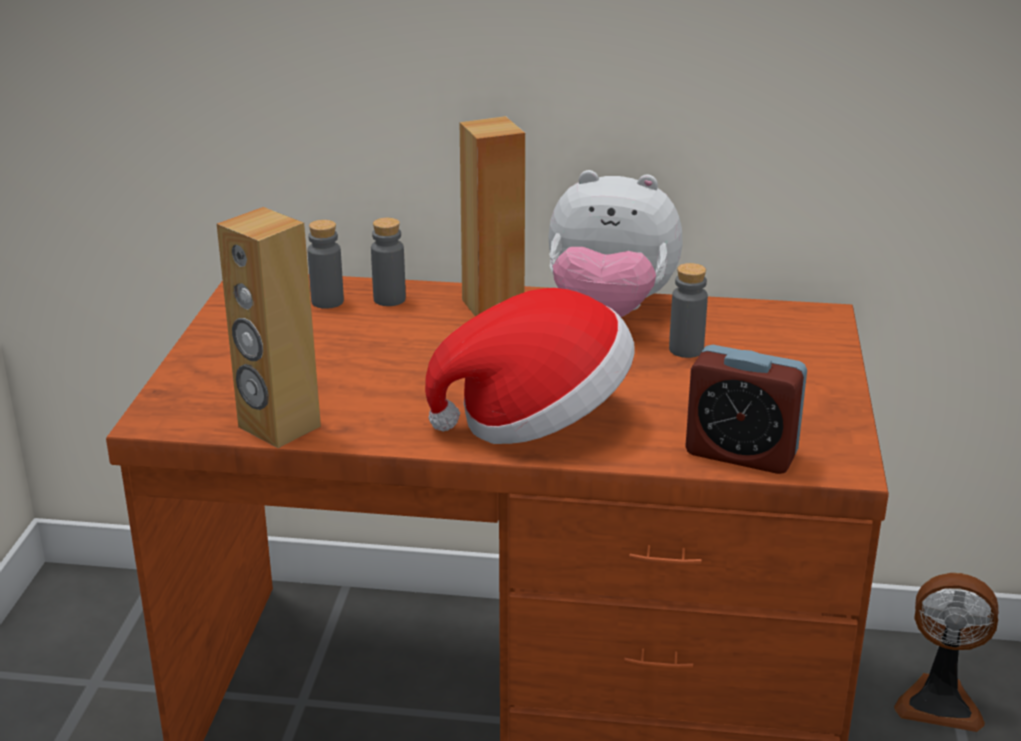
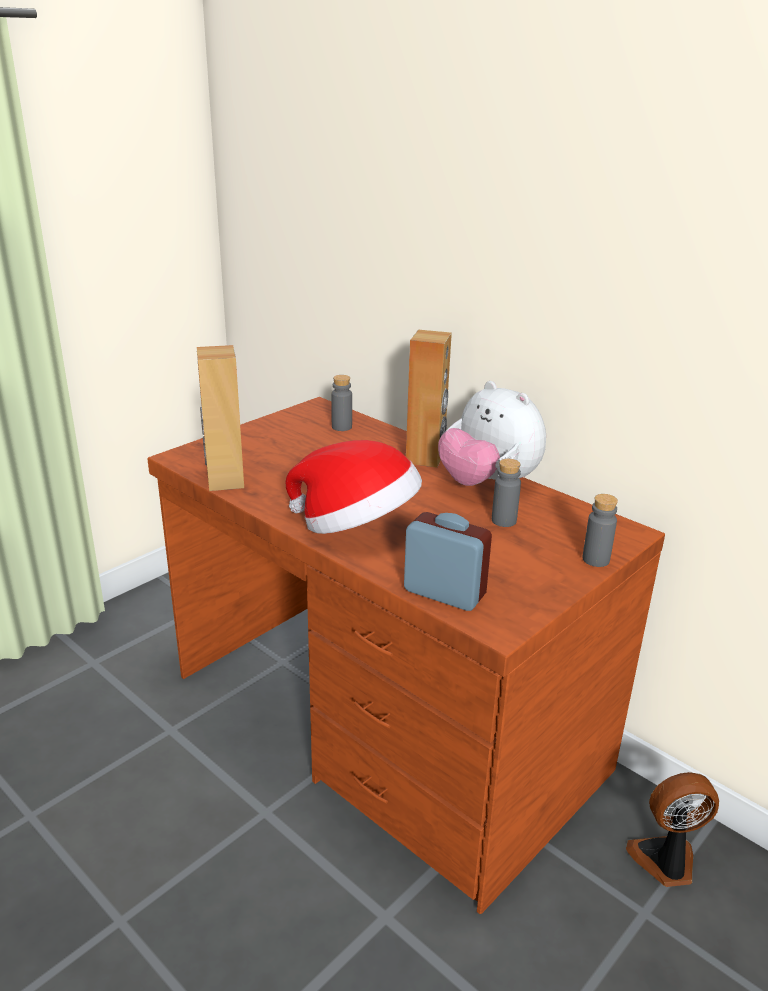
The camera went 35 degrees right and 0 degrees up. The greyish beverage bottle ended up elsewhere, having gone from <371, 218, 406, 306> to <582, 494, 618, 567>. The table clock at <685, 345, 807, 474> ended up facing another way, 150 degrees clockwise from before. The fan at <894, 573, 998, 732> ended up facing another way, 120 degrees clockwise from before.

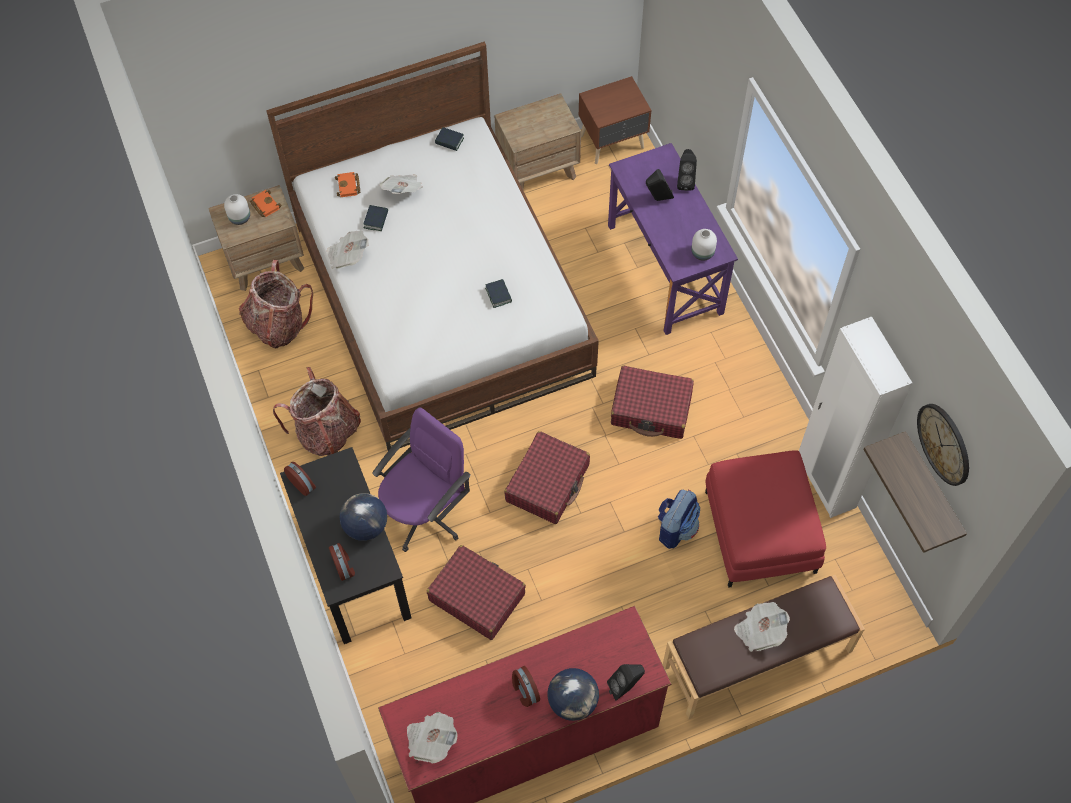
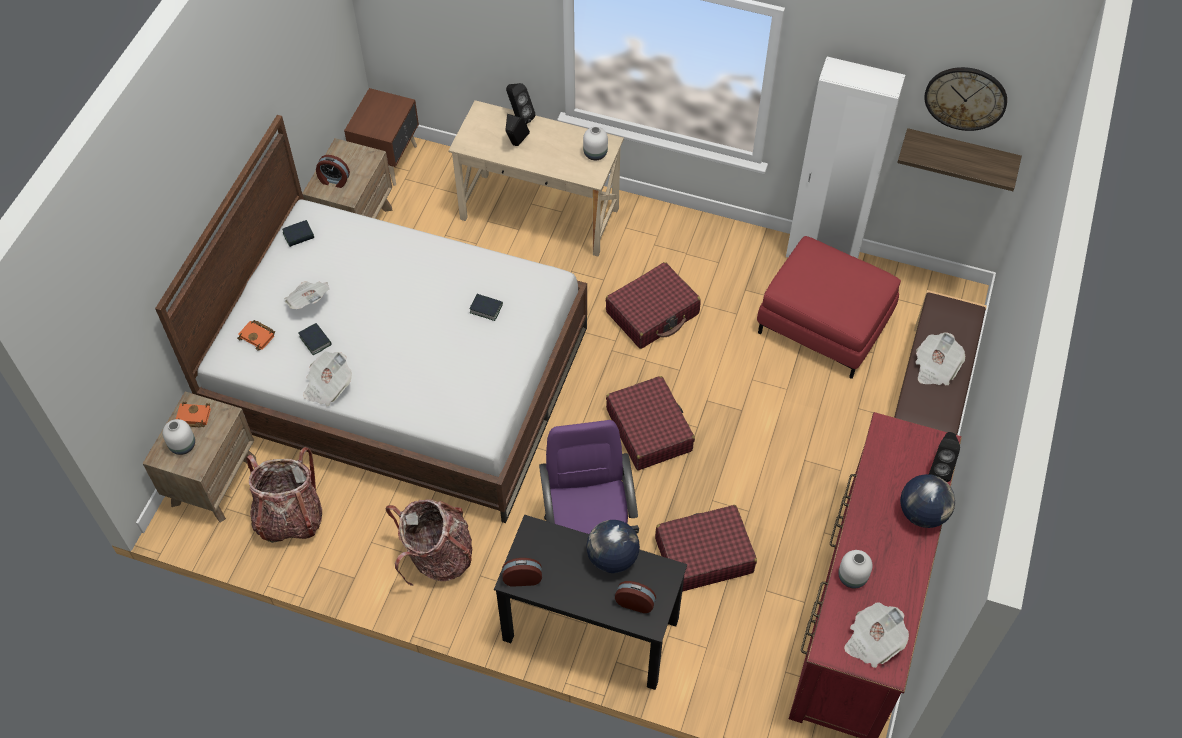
The camera went 50 degrees left and 5 degrees down. The table clock ended up elsewhere, having gone from <512, 666, 540, 707> to <316, 155, 350, 188>. What was the purple-coloured desk table at <608, 143, 738, 335> turned into the sand-coloured desk table at <448, 100, 624, 256>. The second view lost the backpack at <658, 490, 700, 549>. The second view gained the white-coloured vase at <838, 550, 872, 589>.

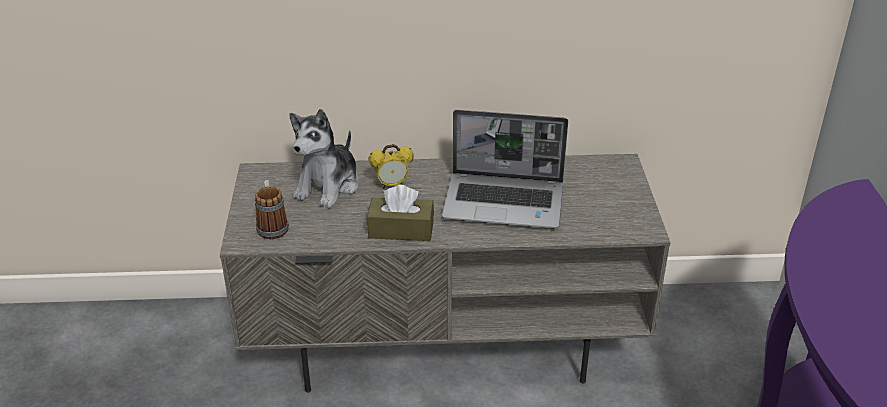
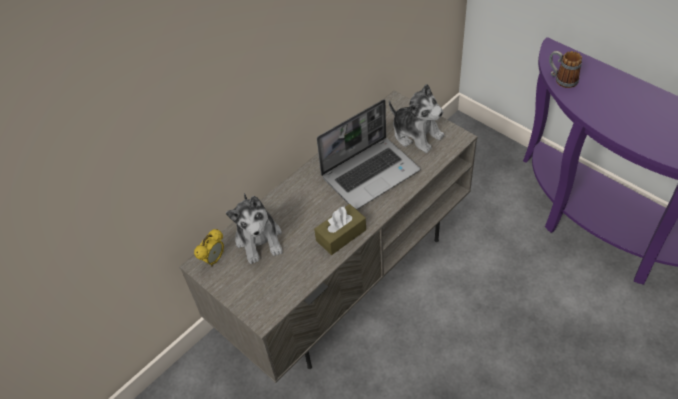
The camera went 40 degrees left and 15 degrees up. The mug ended up elsewhere, having gone from <255, 180, 289, 239> to <549, 51, 582, 88>. The table clock ended up elsewhere, having gone from <368, 144, 414, 189> to <194, 229, 224, 267>. The second view gained the soft toy at <389, 84, 445, 153>.

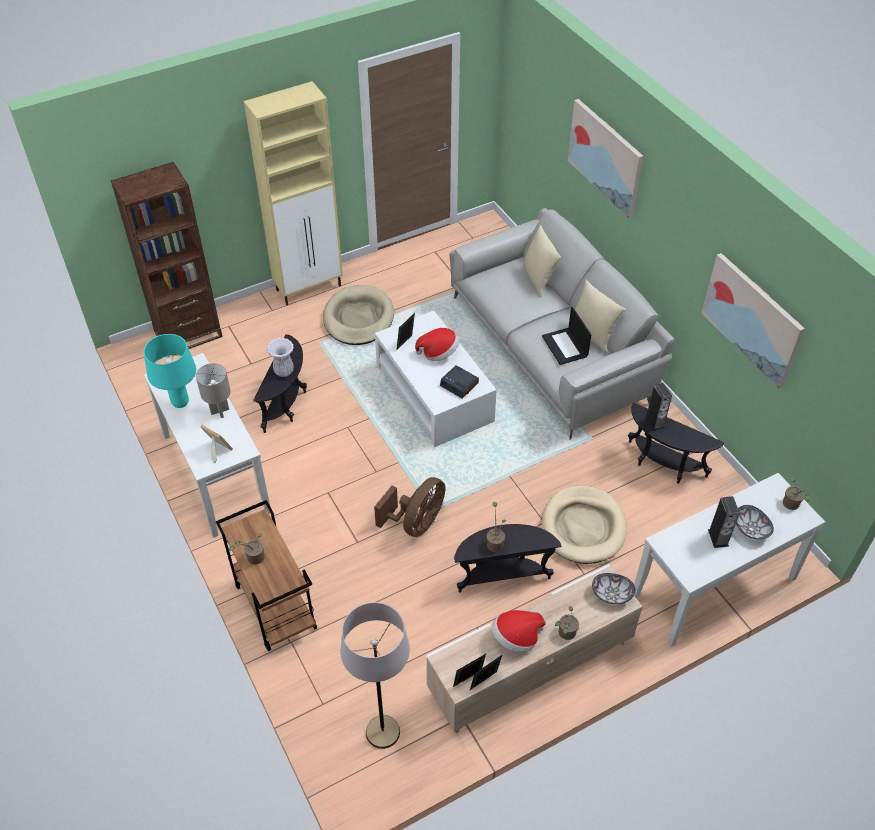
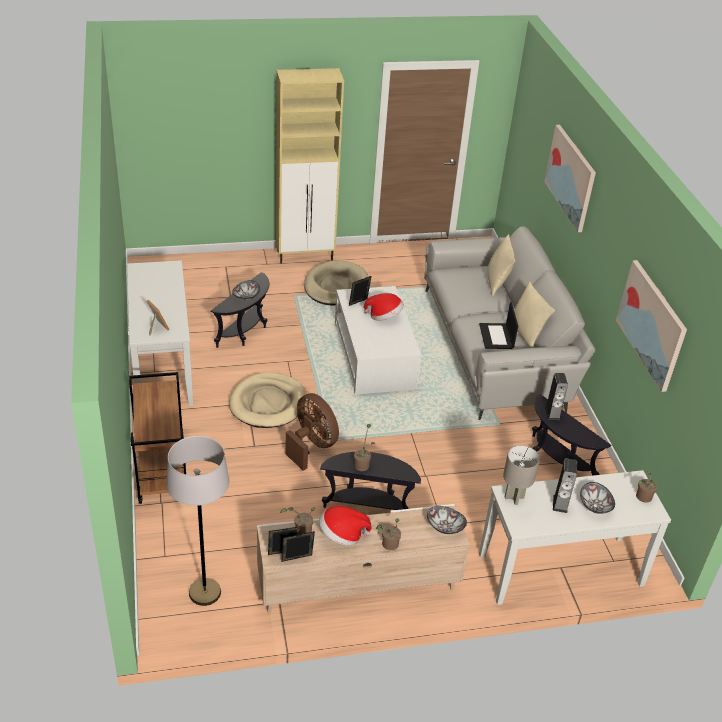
The camera went 15 degrees right and 10 degrees down. The second view lost the brown-coloured bookshelf at <111, 162, 222, 357>. The second view lost the turquoise-coloured tabletop lamp at <144, 334, 196, 408>. The greyish tabletop lamp ended up elsewhere, having gone from <196, 363, 231, 418> to <503, 445, 540, 505>. The potted plant ended up elsewhere, having gone from <229, 533, 265, 565> to <280, 507, 316, 534>. Where the white-coloured vase stood at <267, 338, 294, 377>, the deep dish came to stand at <232, 280, 260, 301>. The brown-coloured fan at <374, 477, 445, 537> ended up facing another way, 90 degrees counterclockwise from before. The second view lost the table clock at <440, 365, 479, 399>. The sand-coloured dog bed ended up elsewhere, having gone from <542, 486, 627, 564> to <229, 372, 306, 428>.

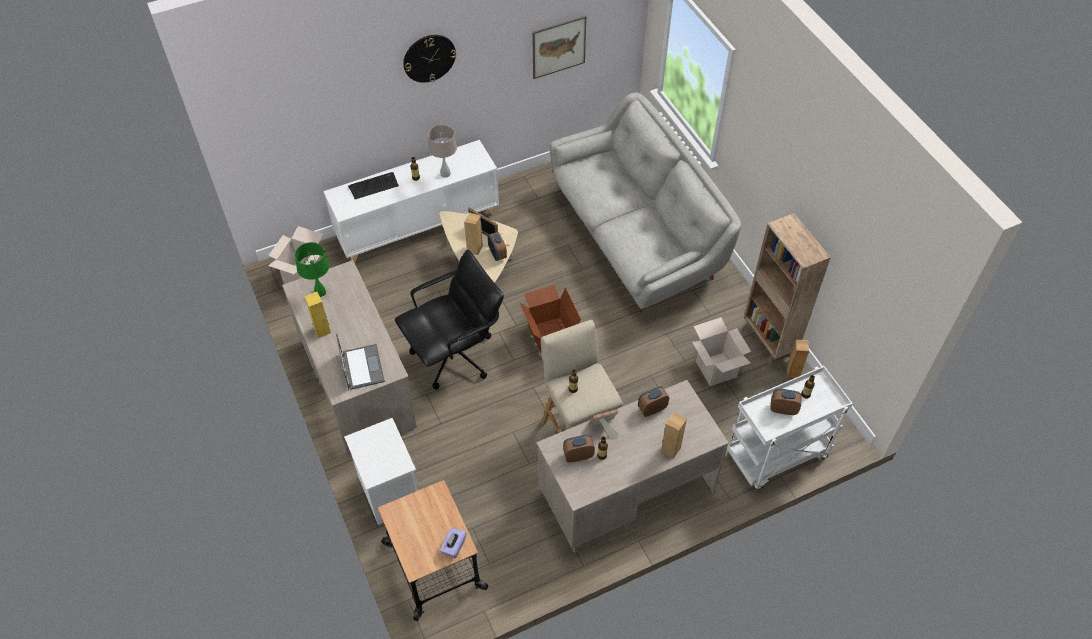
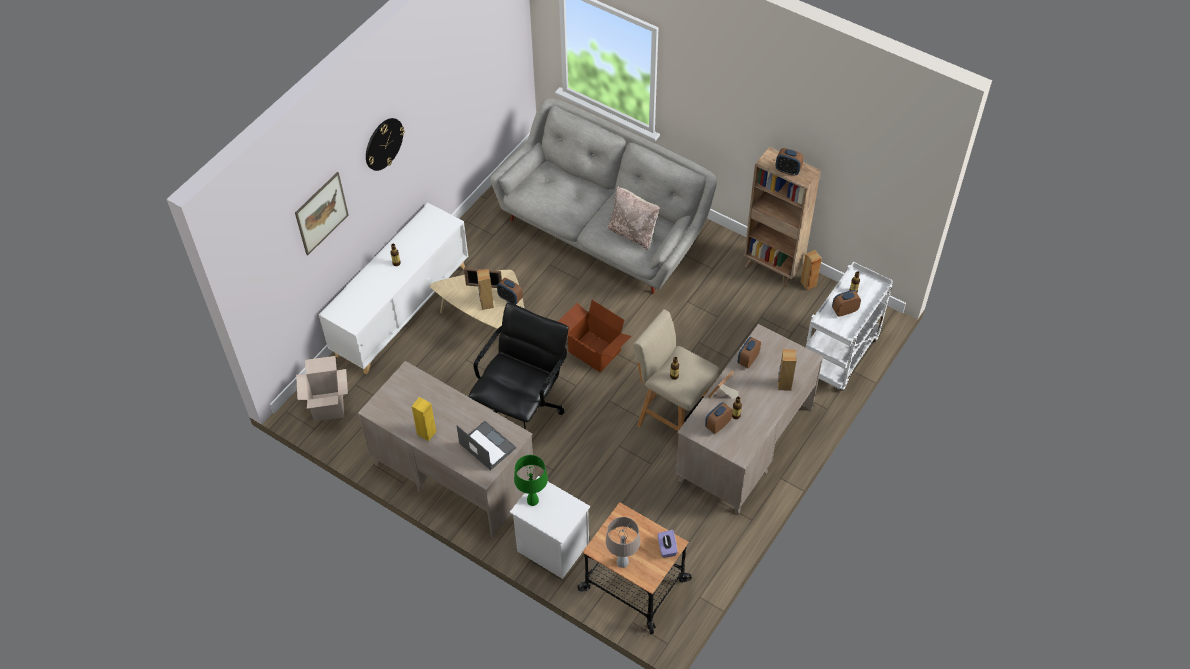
The camera went 30 degrees left and 0 degrees up. The greenish tabletop lamp ended up elsewhere, having gone from <295, 242, 330, 297> to <514, 455, 548, 506>. The second view lost the keyboard at <348, 172, 399, 199>. The sand-coloured tabletop lamp ended up elsewhere, having gone from <428, 125, 457, 178> to <606, 517, 640, 568>. The wall picture ended up elsewhere, having gone from <532, 16, 586, 79> to <295, 172, 349, 255>. The second view lost the carton at <692, 317, 751, 386>. The second view gained the sand-coloured throw pillow at <607, 186, 660, 250>. The second view gained the table clock at <775, 148, 804, 176>.

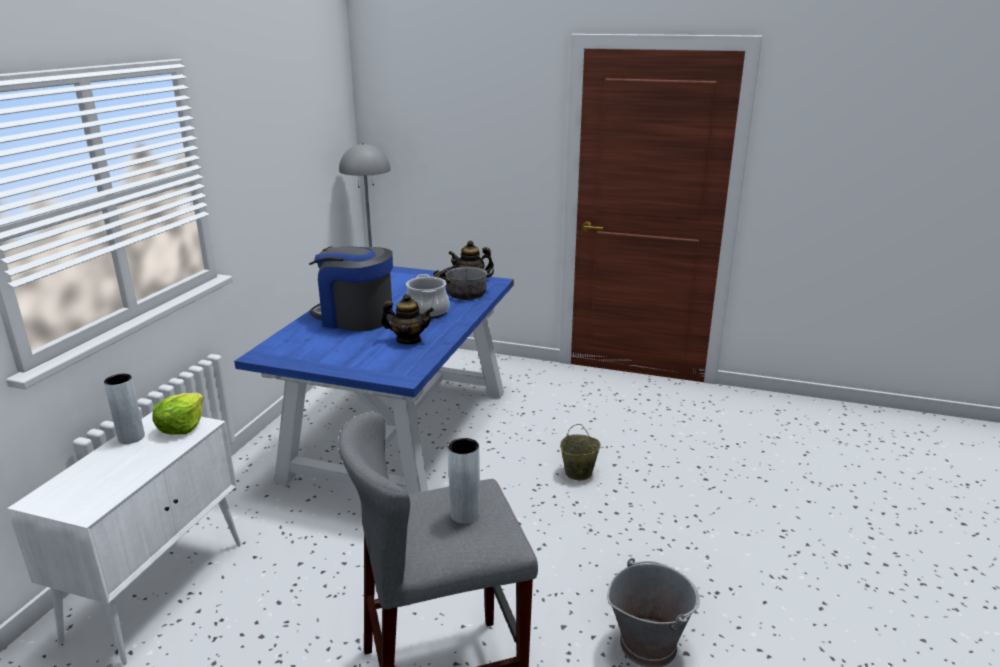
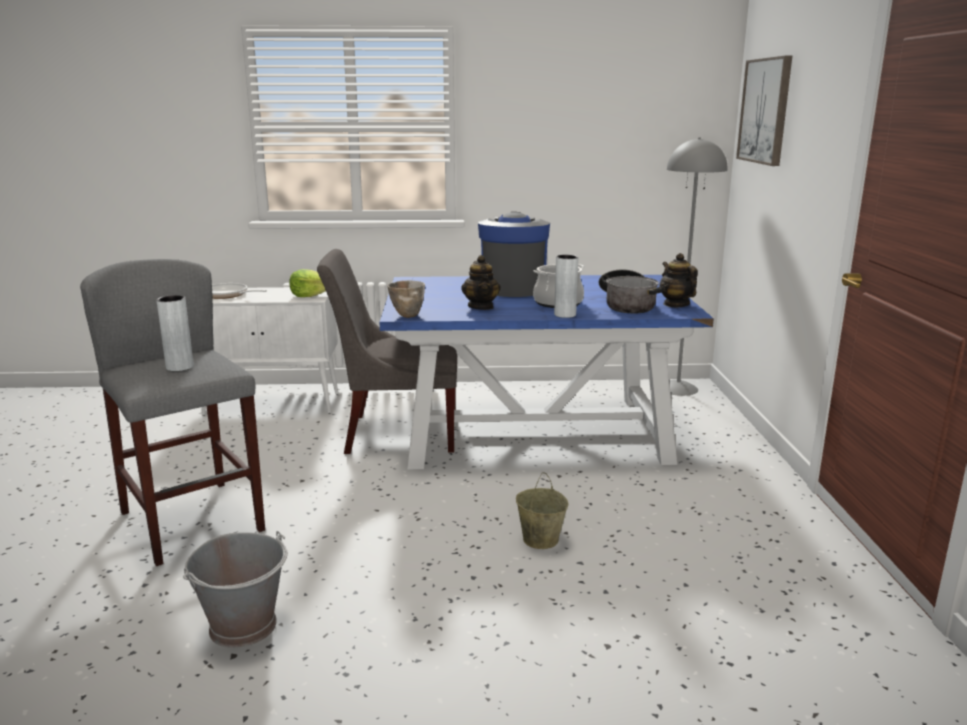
The camera went 70 degrees right and 5 degrees down. The greyish vase ended up elsewhere, having gone from <104, 374, 145, 444> to <554, 255, 578, 318>. The second view gained the pan at <212, 283, 267, 299>. The second view gained the greyish plain chair at <317, 249, 457, 454>. The second view gained the deep dish at <387, 280, 425, 318>. The second view gained the wall picture at <736, 56, 792, 166>.

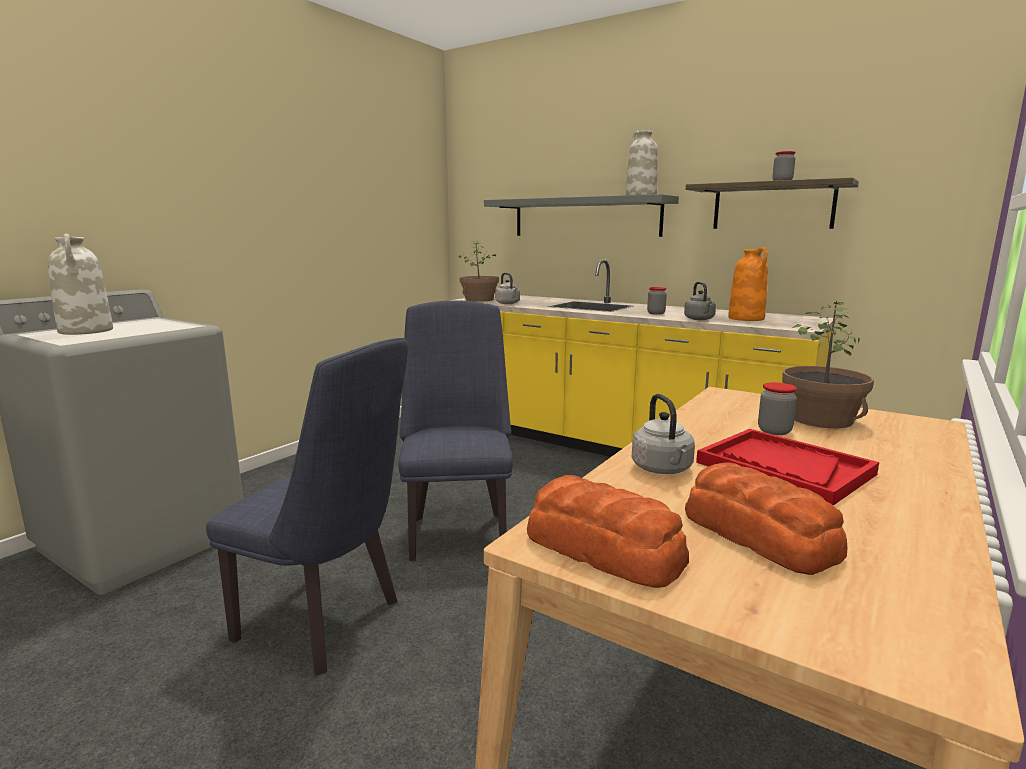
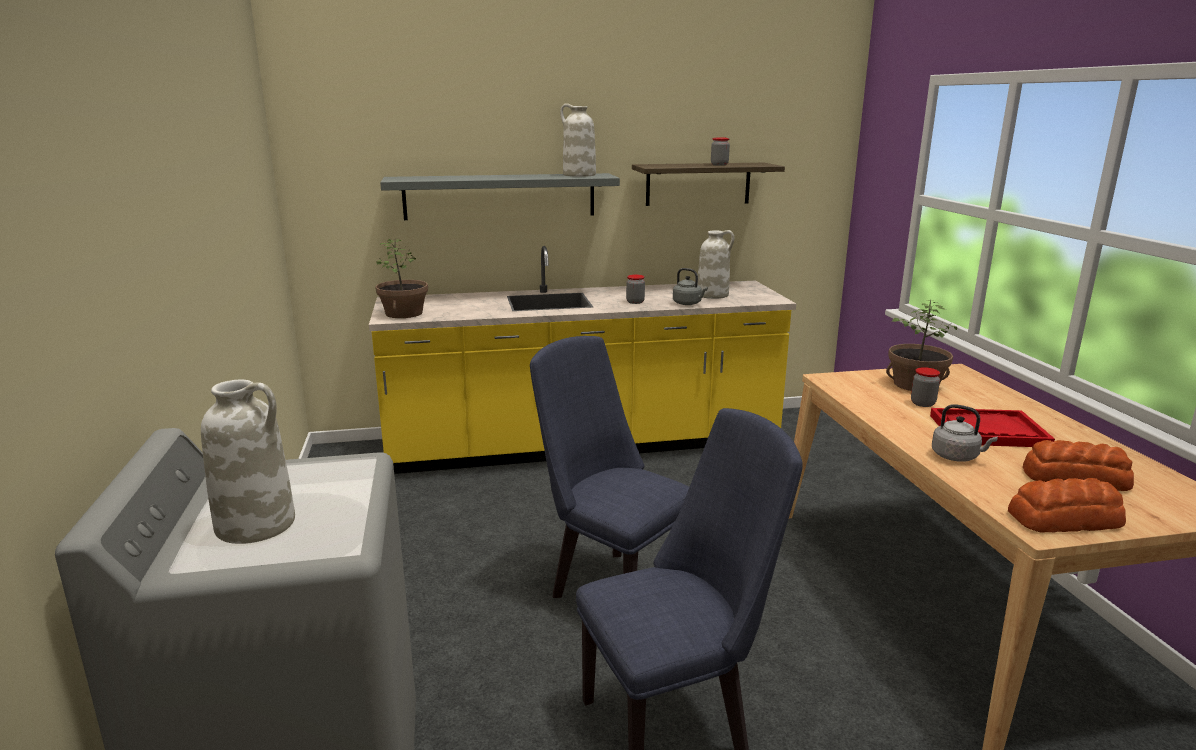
The camera went 45 degrees left and 5 degrees up. The second view lost the greyish tea kettle at <495, 273, 520, 304>. What was the orange vase at <728, 247, 768, 321> turned into the white-coloured vase at <697, 230, 734, 299>.

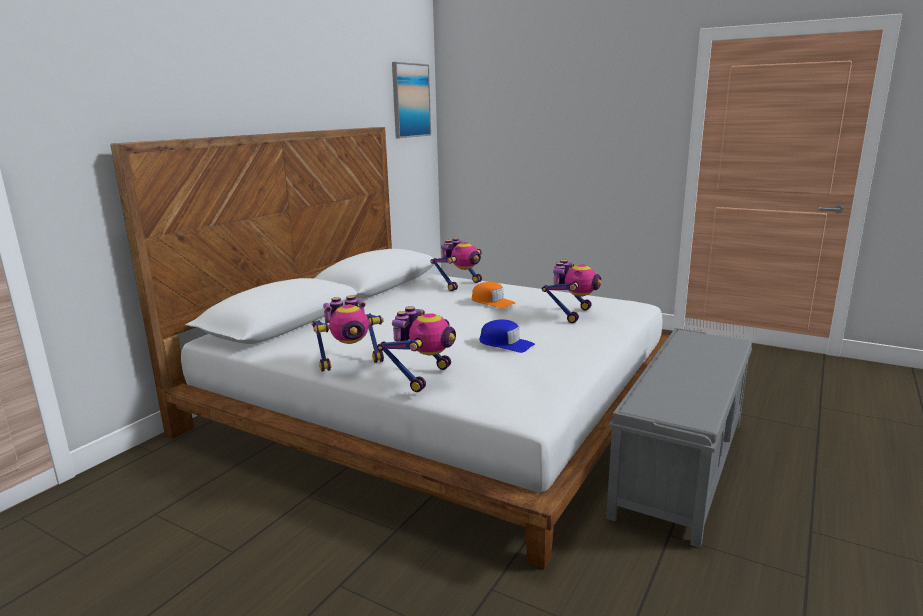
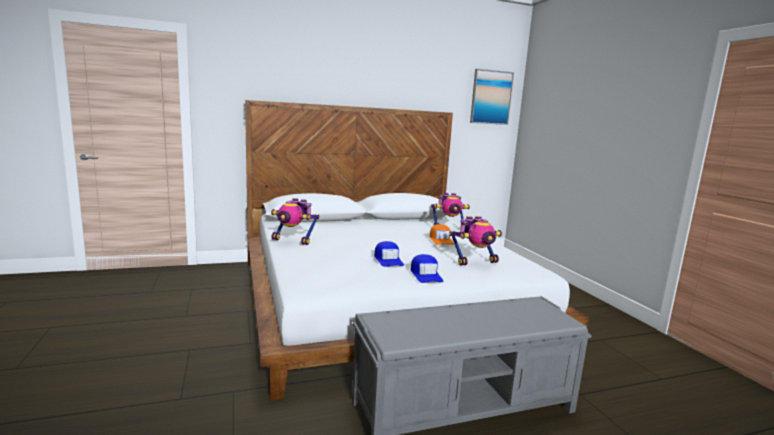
The camera went 40 degrees right and 5 degrees down. The second view lost the model robot at <377, 306, 456, 392>. The second view gained the blue baseball cap at <410, 254, 443, 283>.

